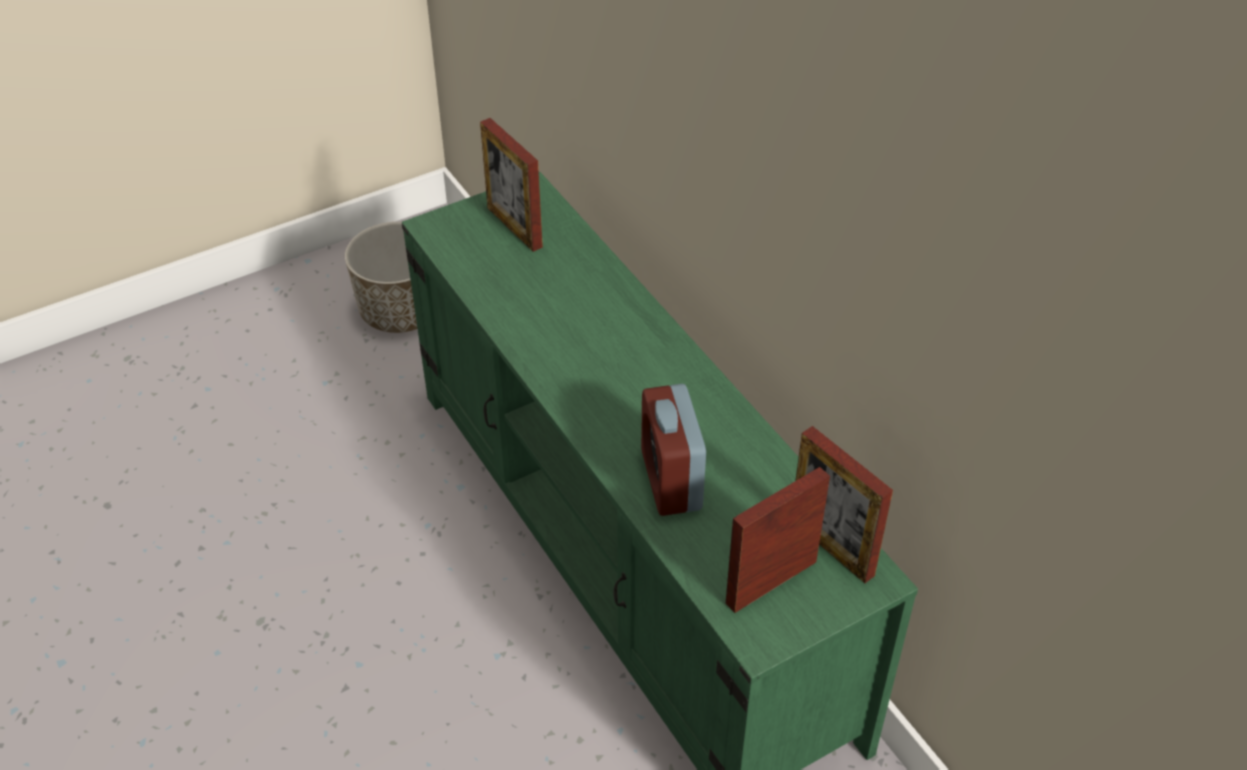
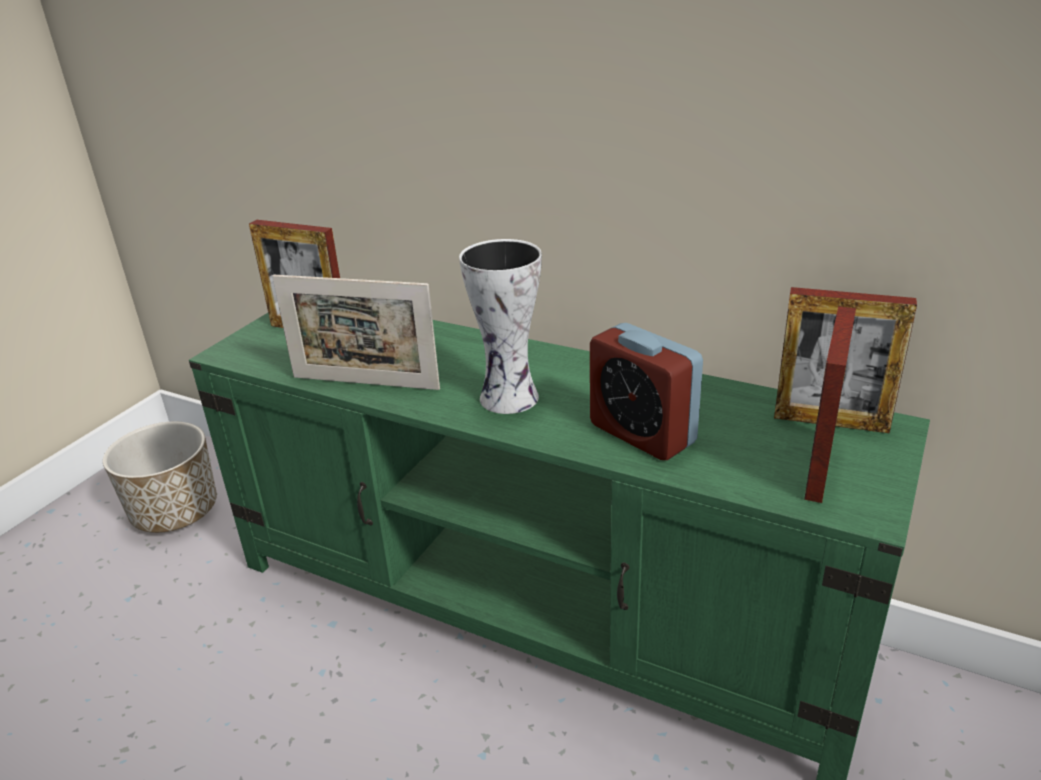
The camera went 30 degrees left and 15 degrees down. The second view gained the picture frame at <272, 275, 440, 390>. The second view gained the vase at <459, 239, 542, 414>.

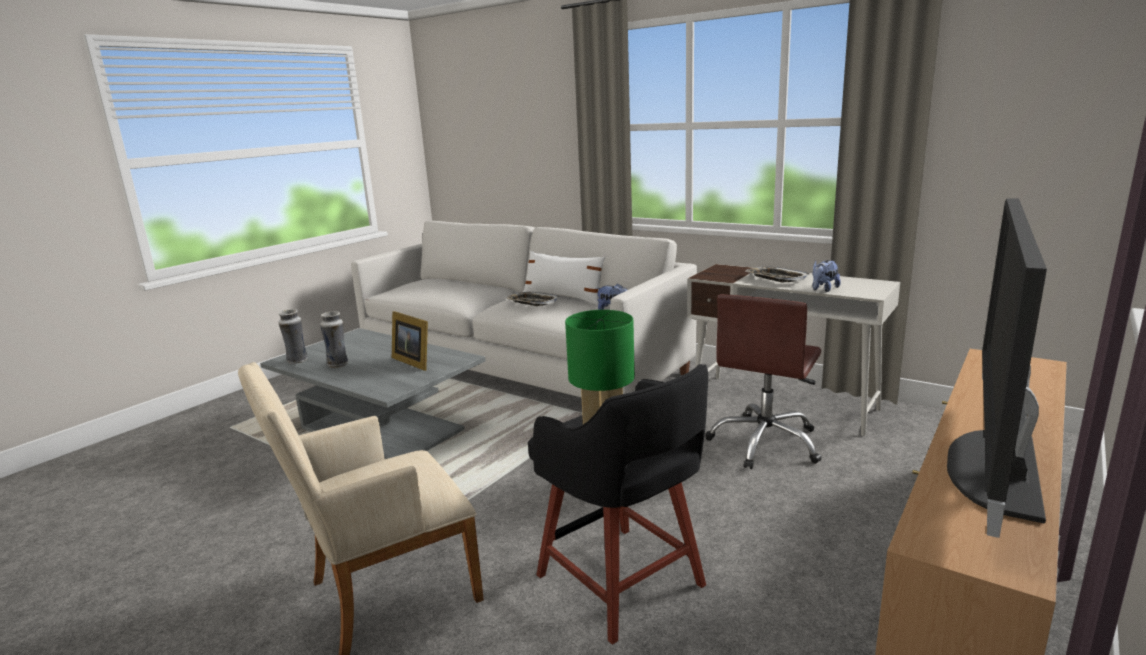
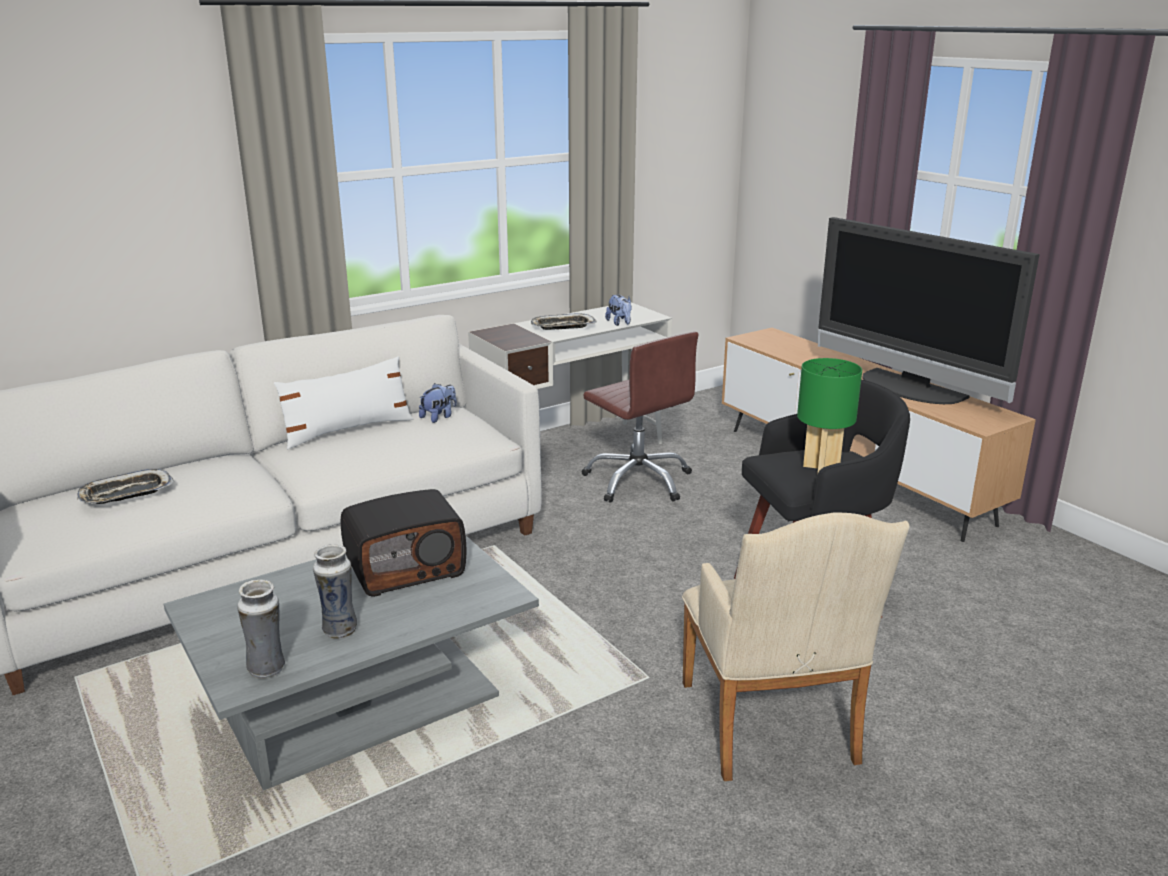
The camera went 70 degrees left and 5 degrees up. Where the picture frame stood at <392, 311, 428, 371>, the radio came to stand at <341, 489, 466, 597>. The tray ended up elsewhere, having gone from <505, 292, 560, 306> to <77, 469, 174, 504>.

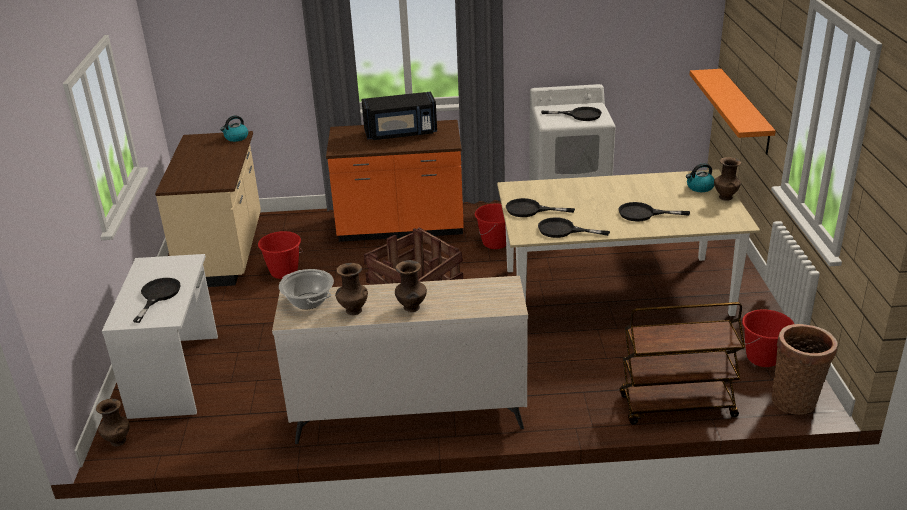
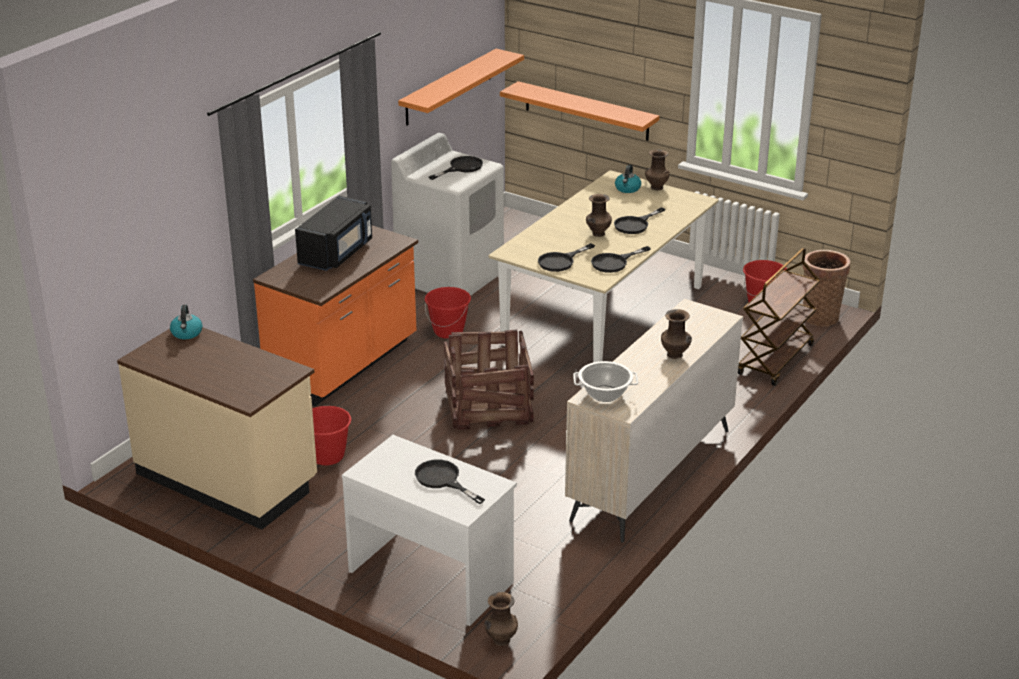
The camera went 55 degrees left and 0 degrees up. The brown-coloured vase ended up elsewhere, having gone from <335, 263, 368, 315> to <586, 194, 612, 237>. The second view gained the orange shelf at <398, 49, 524, 126>.

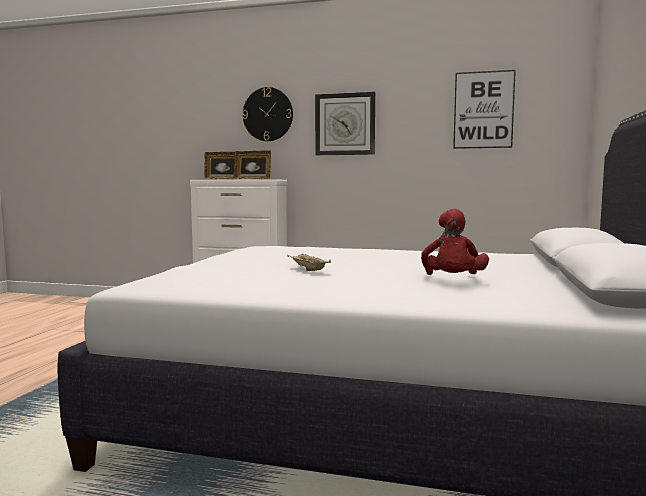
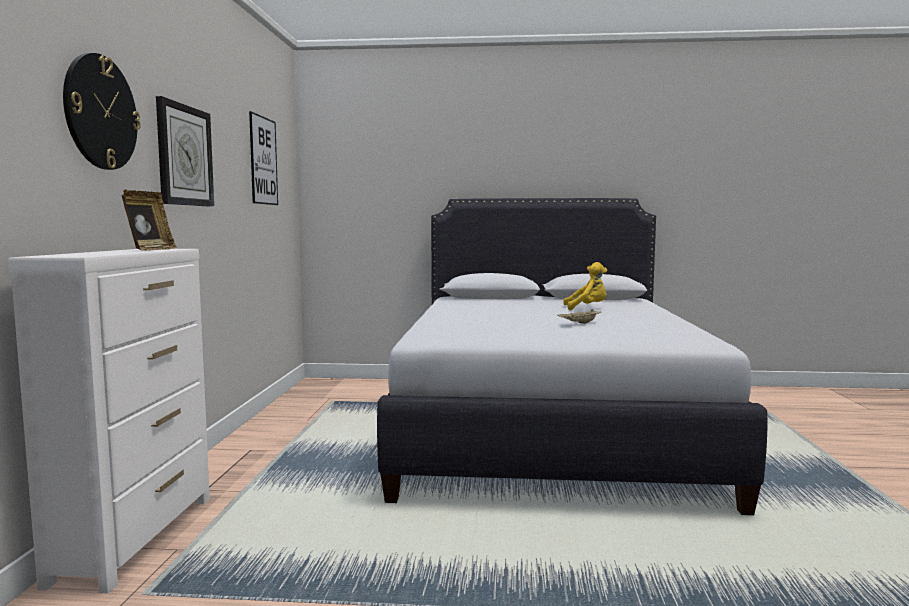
The camera went 100 degrees left and 0 degrees up. The second view lost the picture frame at <204, 152, 235, 179>. What was the red soft toy at <421, 208, 489, 275> turned into the yellow-coloured soft toy at <563, 262, 607, 310>.

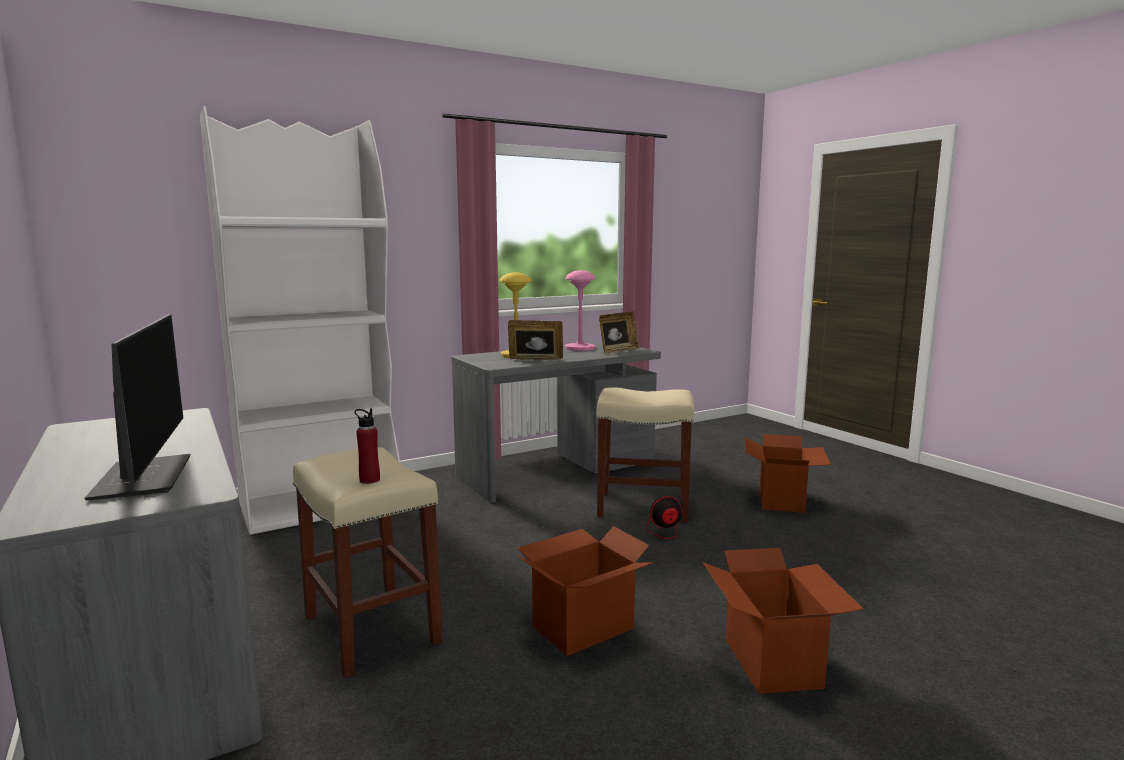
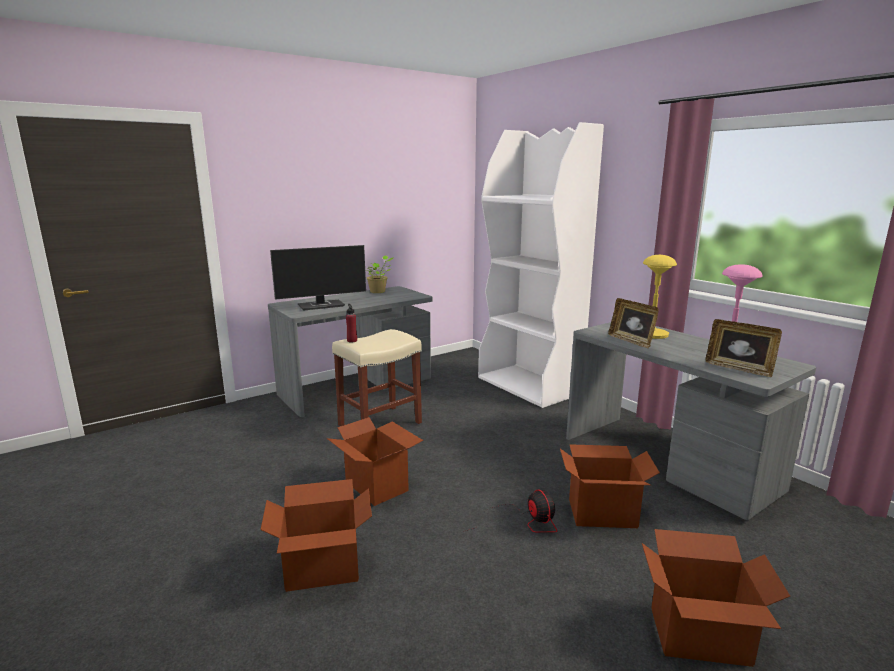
The camera went 85 degrees right and 5 degrees up. The picture frame at <508, 320, 563, 360> ended up facing another way, 150 degrees clockwise from before. Where the sand-coloured sitting stool stood at <596, 387, 694, 522>, the carton came to stand at <560, 444, 660, 528>. The second view gained the potted plant at <365, 255, 394, 293>.

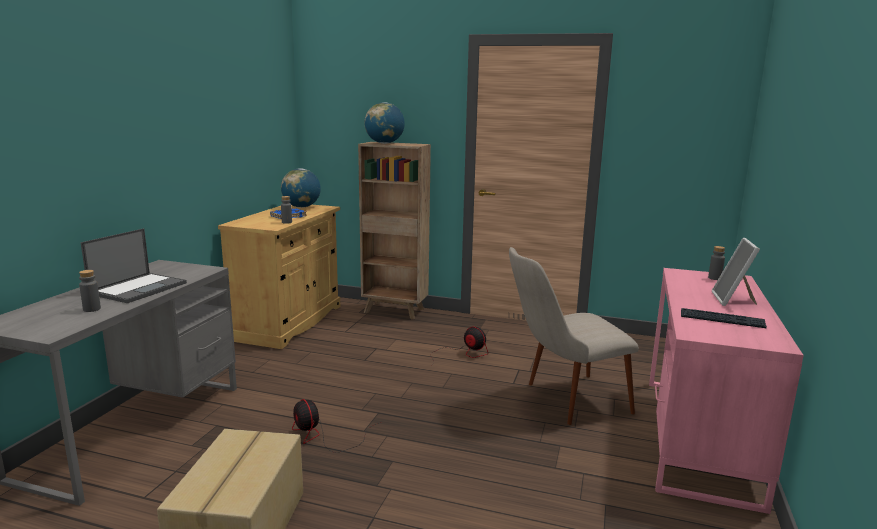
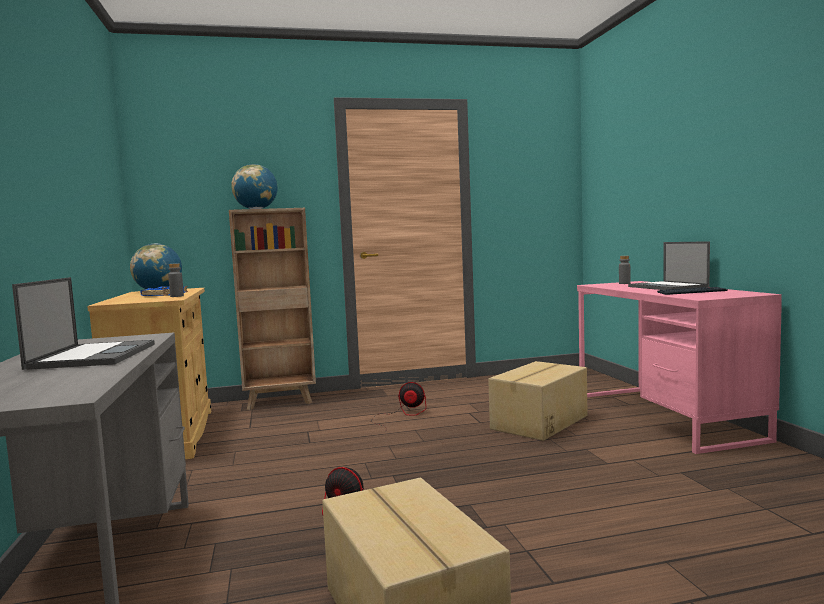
The camera went 30 degrees left and 10 degrees down. The second view lost the greyish beverage bottle at <79, 270, 101, 312>. Where the sand-coloured plain chair stood at <509, 247, 639, 425>, the carton came to stand at <488, 361, 587, 441>. Where the picture frame stood at <712, 238, 760, 306>, the notebook computer came to stand at <628, 241, 710, 290>.

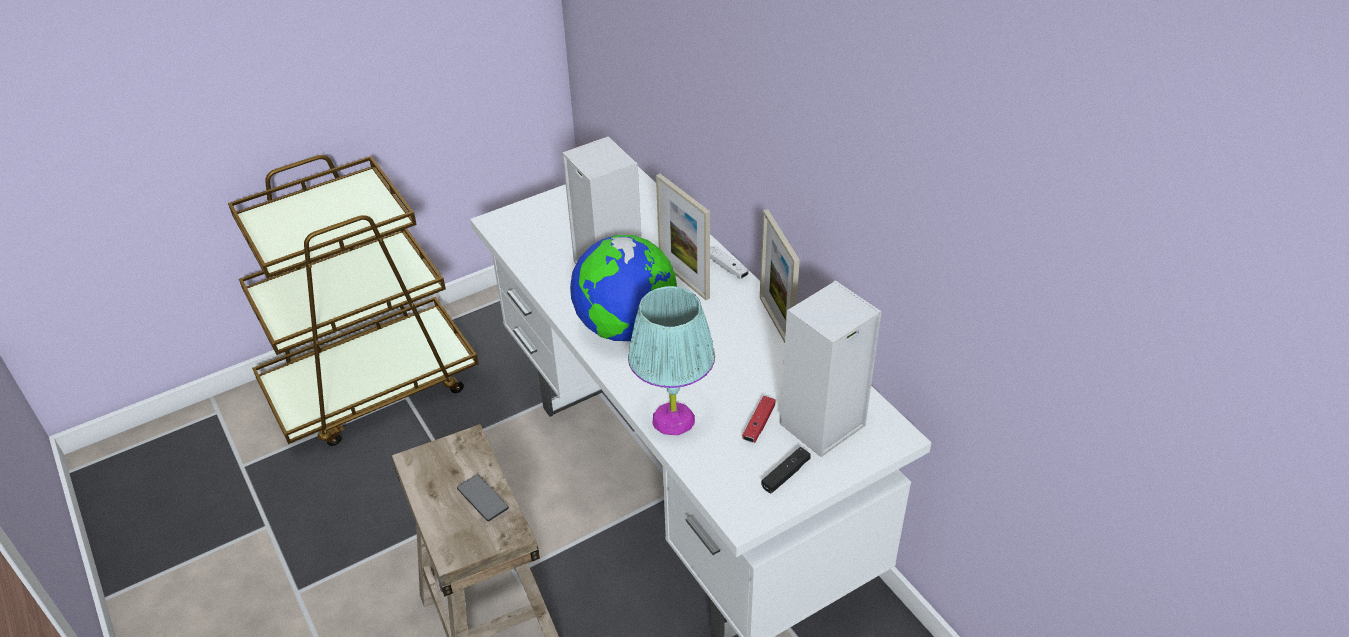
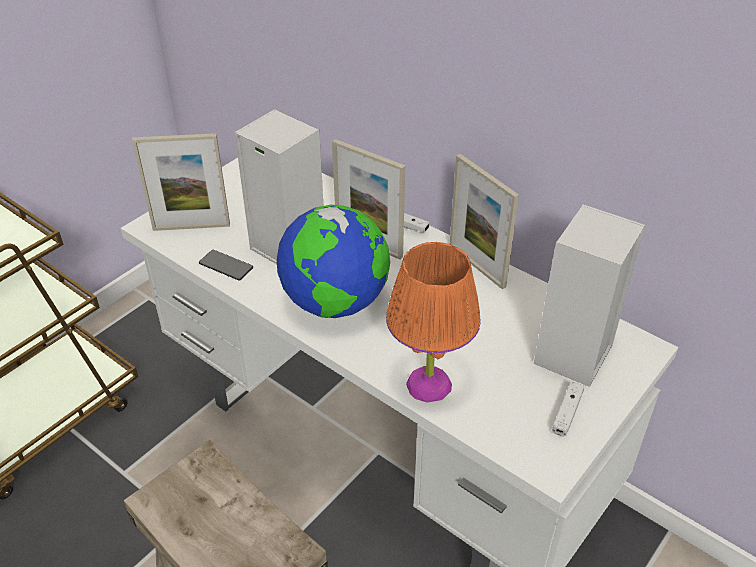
The camera went 20 degrees left and 0 degrees up. The phone ended up elsewhere, having gone from <457, 475, 509, 521> to <199, 250, 253, 281>. What was the turquoise-coloured tabletop lamp at <628, 286, 715, 435> turned into the orange tabletop lamp at <386, 242, 481, 402>. The second view lost the red game controller at <742, 396, 775, 443>. What was the black-coloured game controller at <762, 447, 811, 494> turned into the white-coloured game controller at <552, 382, 584, 437>. The second view gained the picture frame at <132, 133, 230, 231>.

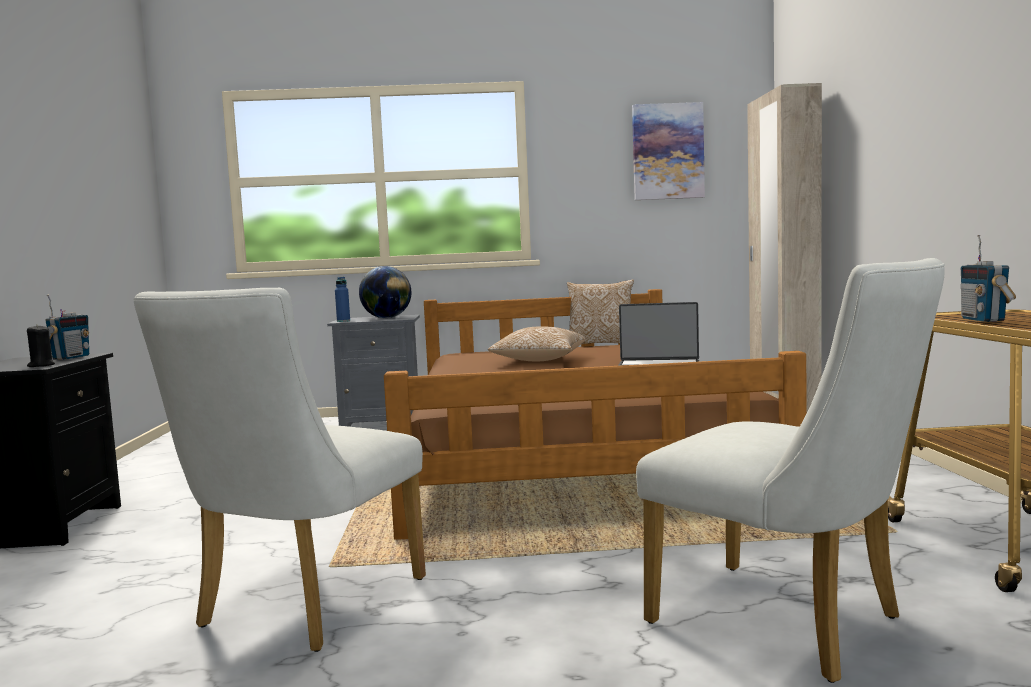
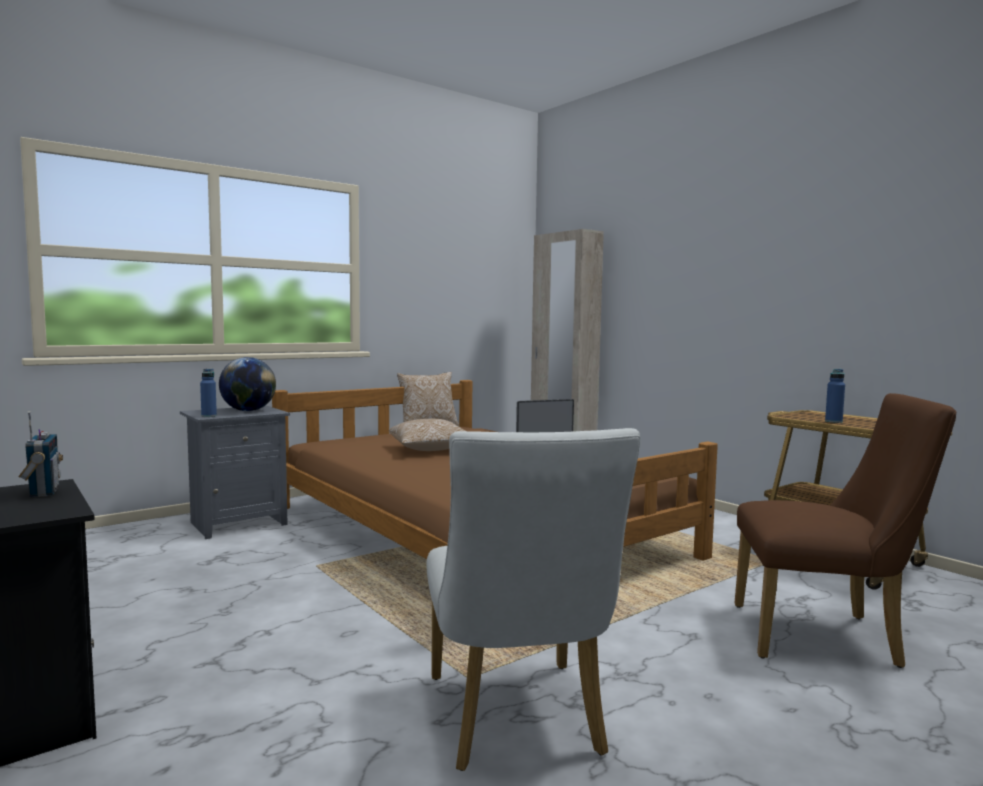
The camera went 35 degrees left and 0 degrees up. The second view lost the black-coloured candle at <27, 324, 55, 367>. The second view lost the wall picture at <632, 102, 705, 200>. What was the white-coloured plain chair at <636, 258, 945, 683> turned into the brown-coloured plain chair at <735, 393, 956, 668>. Where the radio stood at <961, 235, 1016, 322>, the blue beverage bottle came to stand at <825, 369, 845, 423>.

